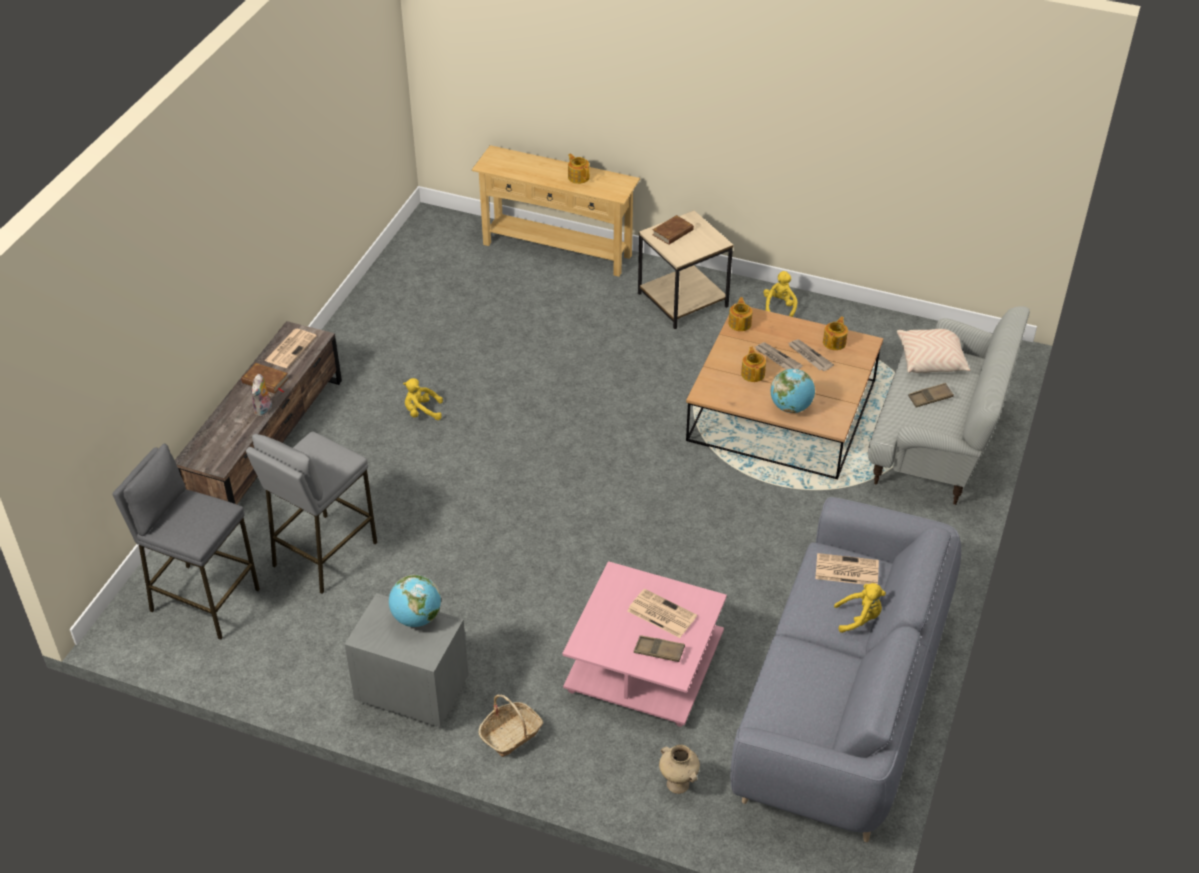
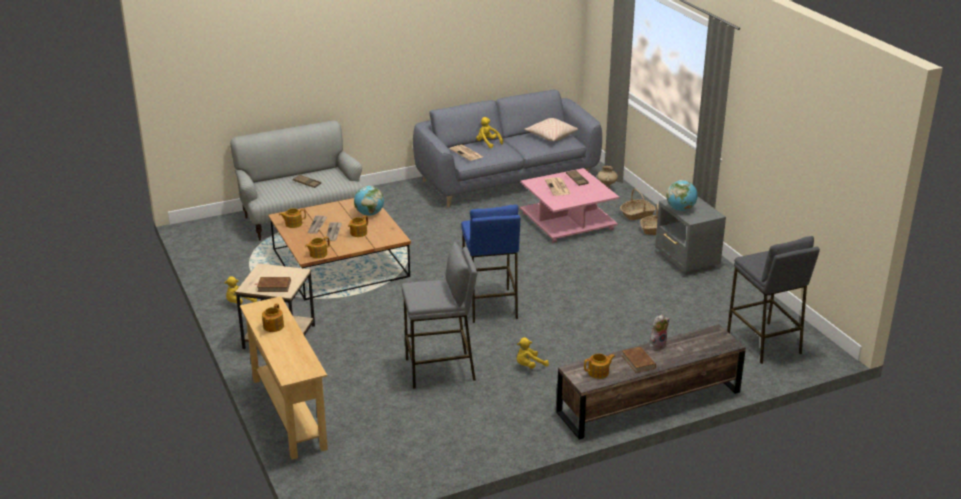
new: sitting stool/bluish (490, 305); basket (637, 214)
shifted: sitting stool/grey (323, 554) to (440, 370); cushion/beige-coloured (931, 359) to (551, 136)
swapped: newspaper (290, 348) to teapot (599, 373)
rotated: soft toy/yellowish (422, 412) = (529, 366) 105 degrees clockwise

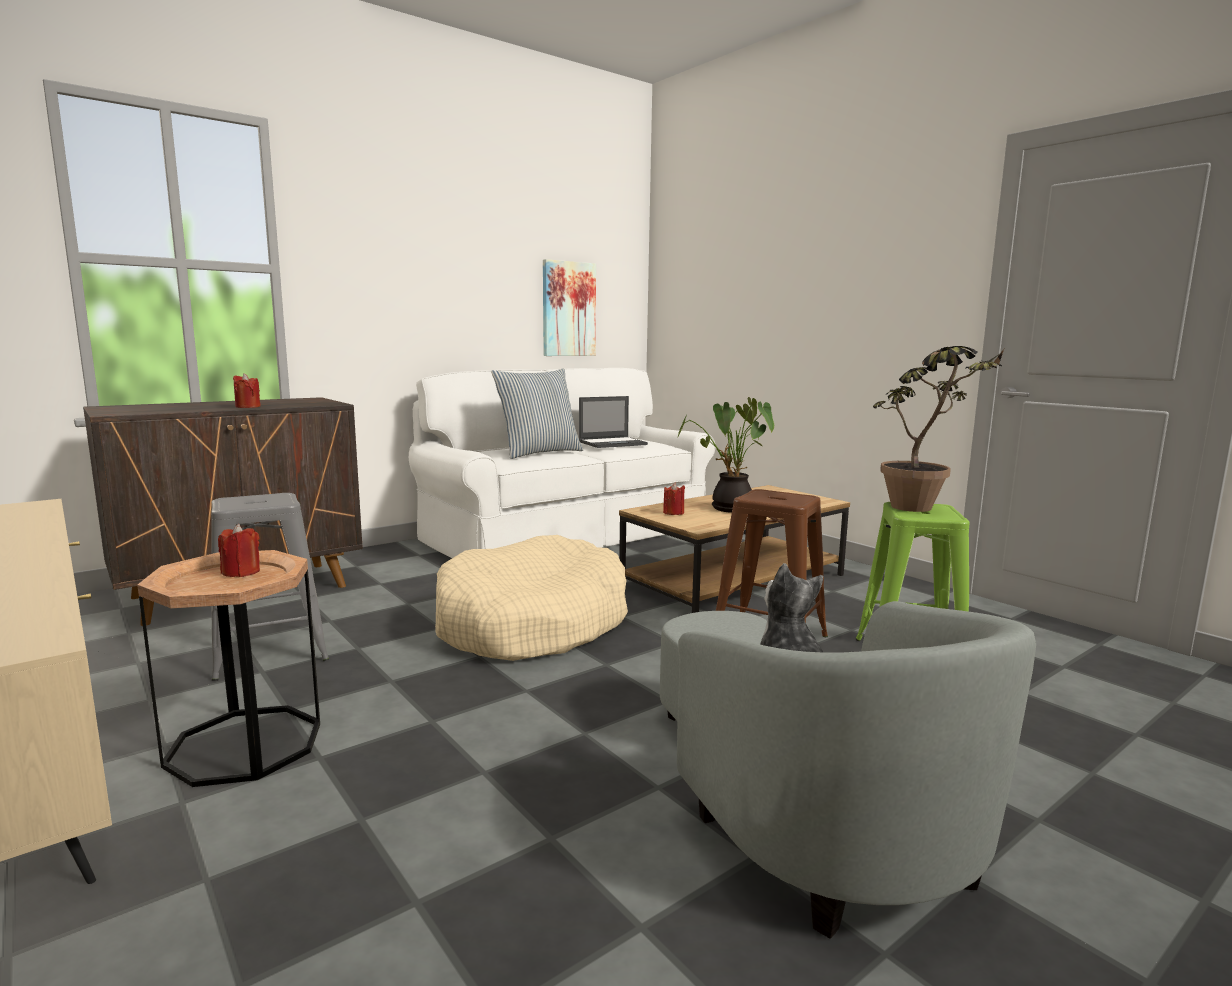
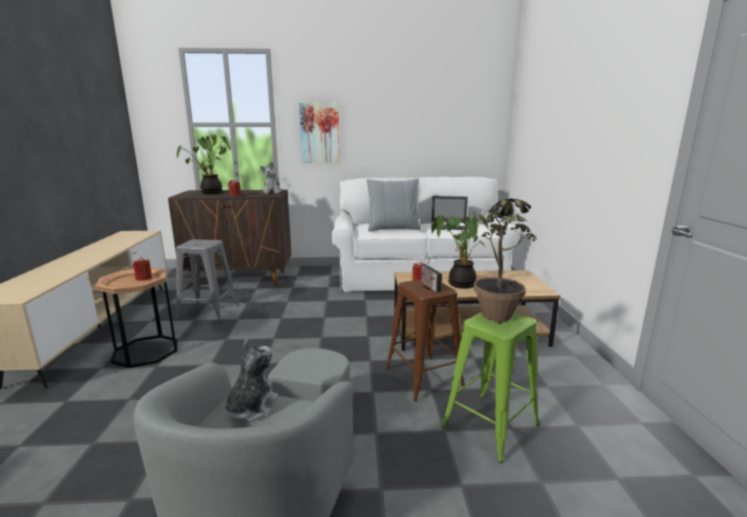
gone: pet bed/beige-coloured (531, 623)
new: plant in a pot (210, 193); soft toy (272, 192); radio set (429, 286)
shifted: wall picture (568, 309) to (320, 132)

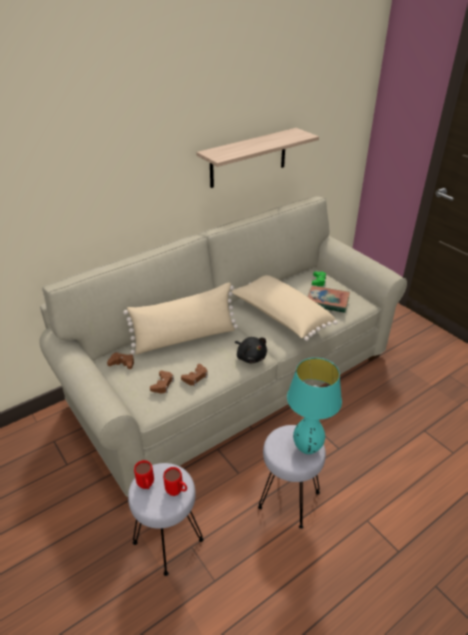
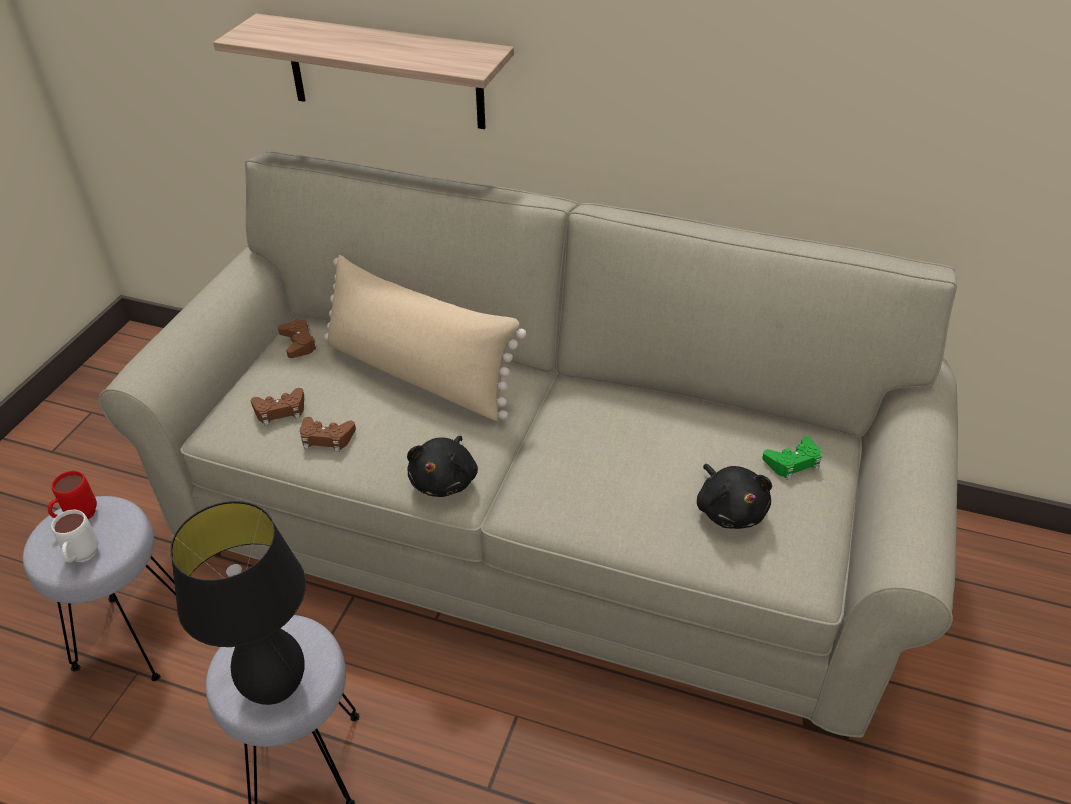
gone: cushion/beige-coloured (281, 316)
shifted: shelf (248, 158) to (385, 72)
swapped: bound book (327, 302) to soft toy/blackish (729, 510)
repainted: tea mug/reddish (177, 492) to tea mug/white-coloured (82, 559); table lamp/turquoise-coloured (307, 448) to table lamp/blackish (275, 689)

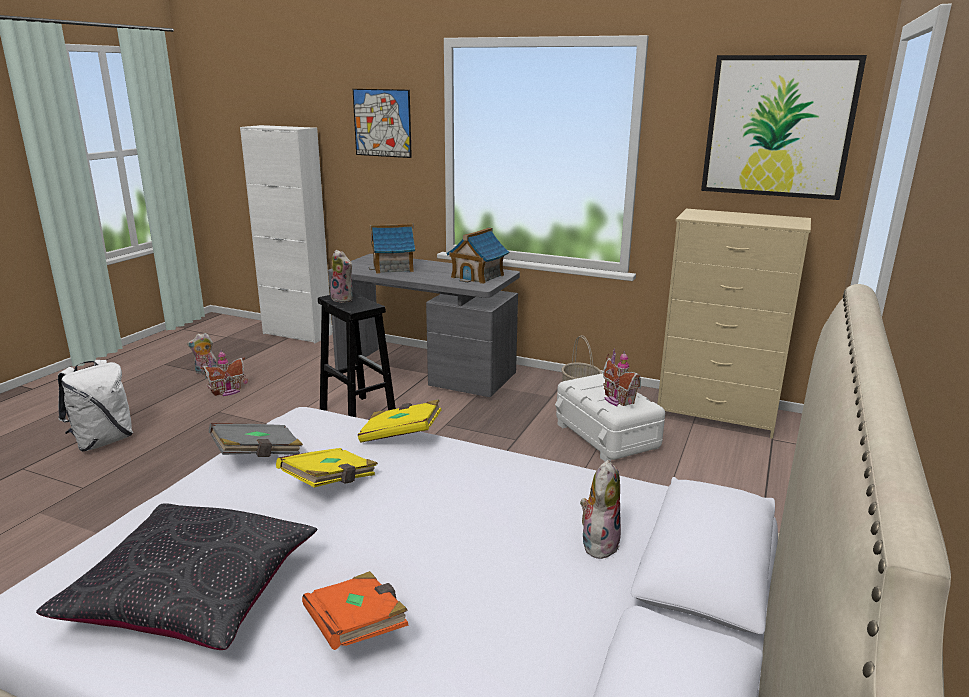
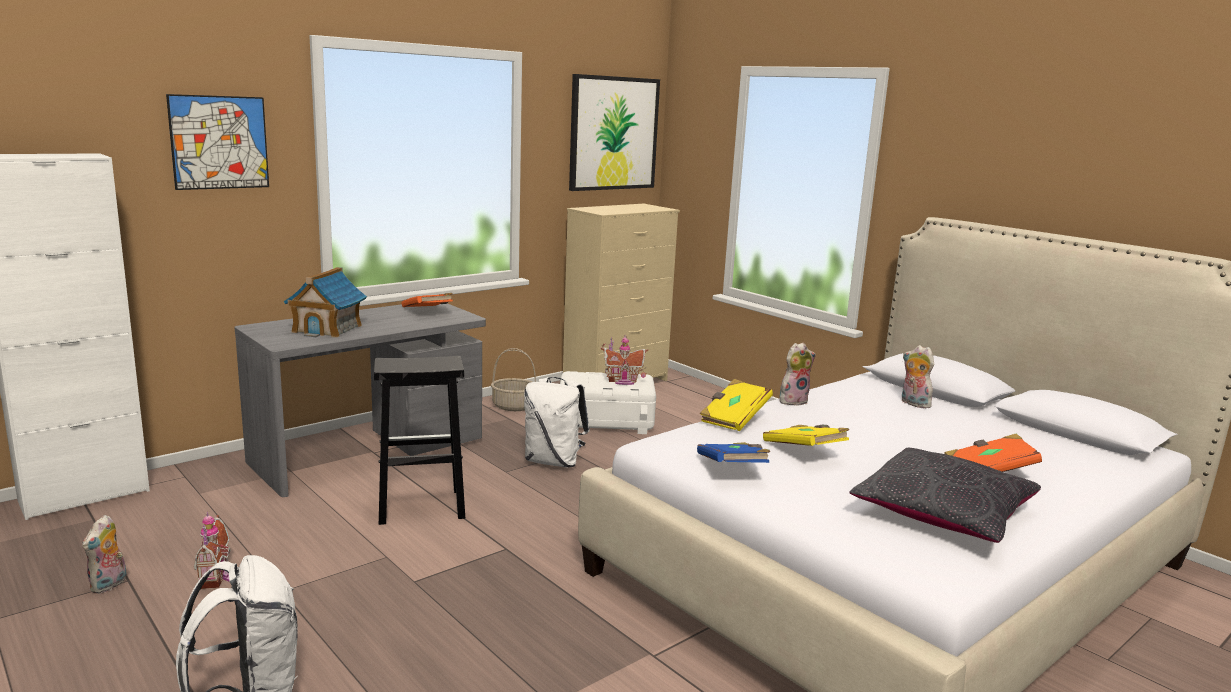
new: rucksack/white-coloured (554, 461)
shifted: soft toy (344, 299) to (793, 400)
swapped: miniature house (478, 276) to bound book/orangey (428, 312)
repainted: bound book/grey (258, 454) to bound book/bluish (732, 468)

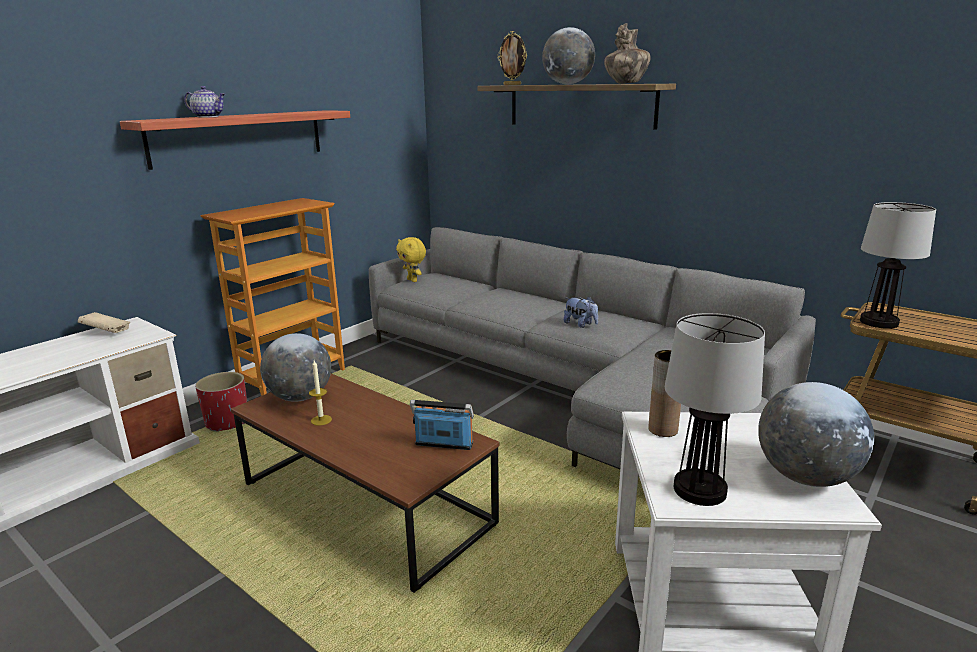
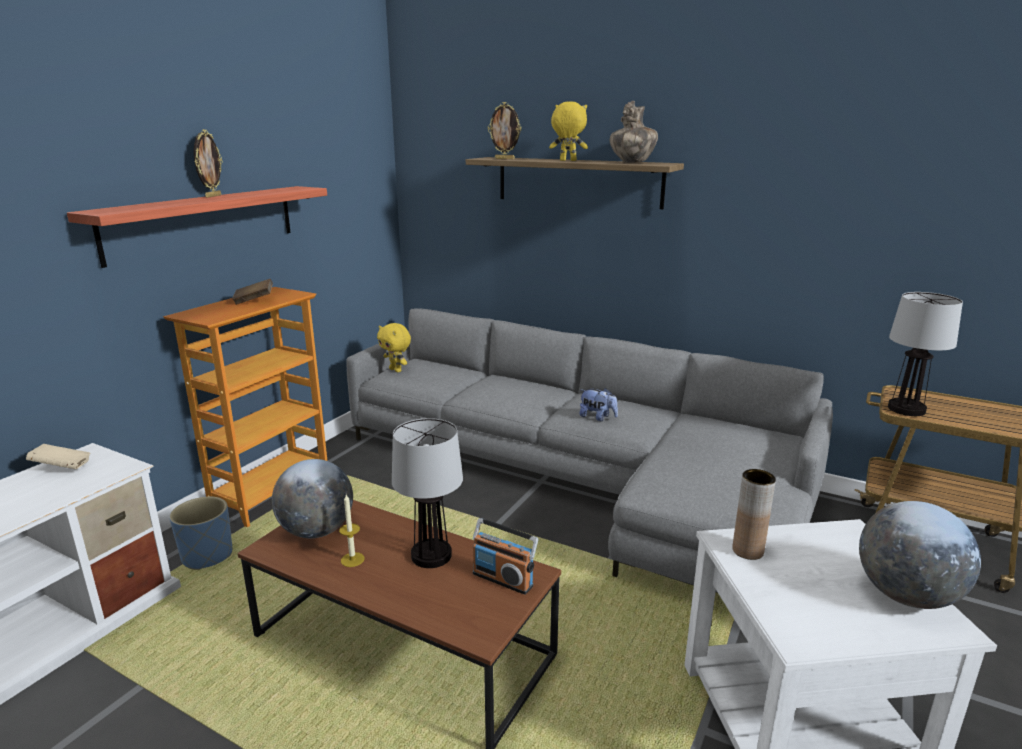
gone: teapot (208, 117)
new: photo frame (213, 196); bound book/brown (254, 301)
shifted: table lamp (698, 489) to (430, 555)
swapped: desk globe (567, 84) to soft toy/yellowish (567, 160)
repainted: flower pot/reddish (227, 422) to flower pot/bluish (207, 555)
rotated: radio set (444, 444) = (503, 579) 150 degrees counterclockwise

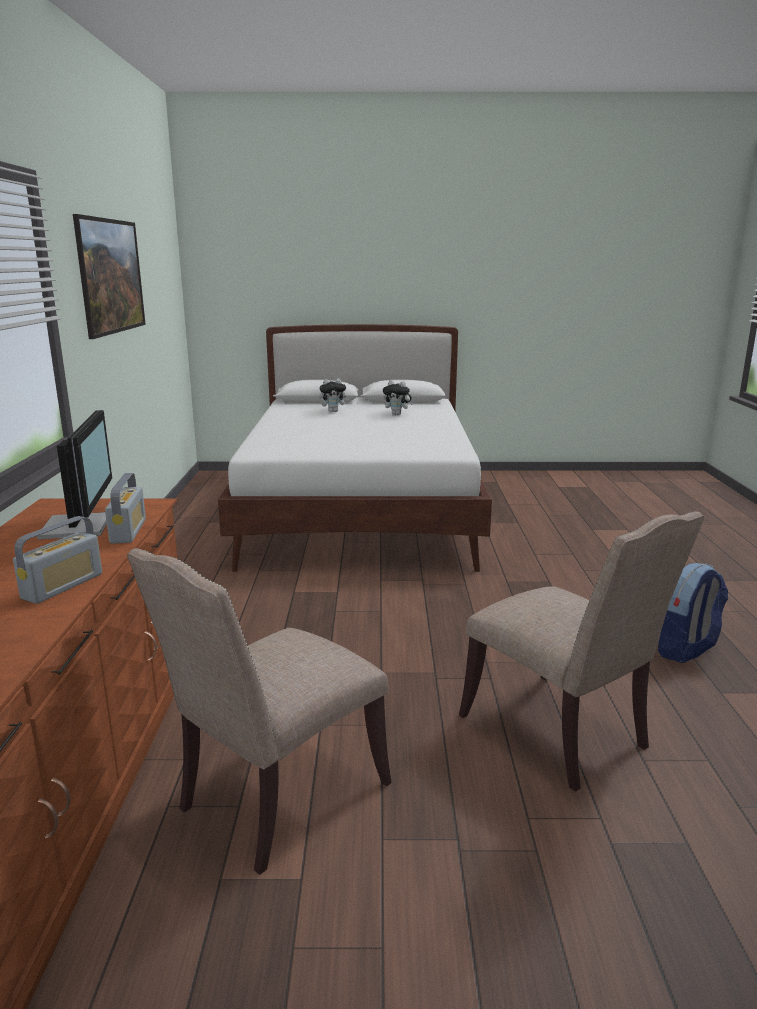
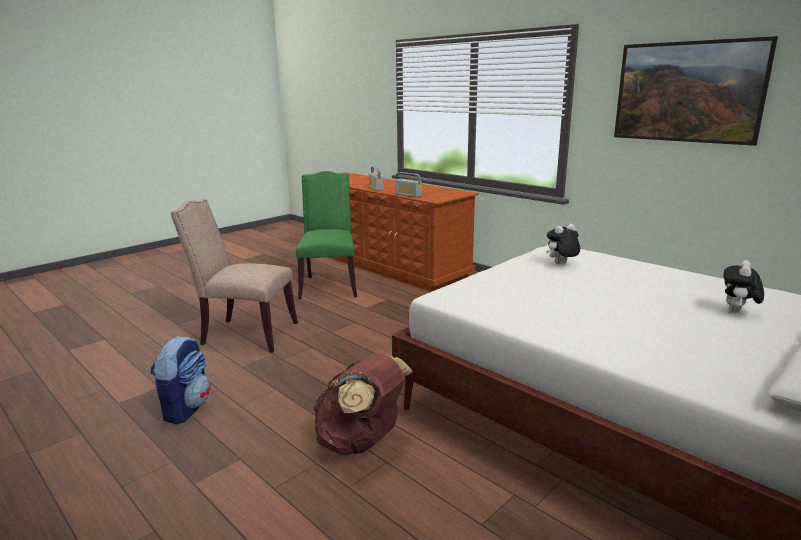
gone: computer display (80, 526)
new: rucksack/brown (361, 442)
shifted: soft toy (397, 414) to (561, 264)
repainted: chair/beige-coloured (276, 798) to chair/greenish (329, 285)

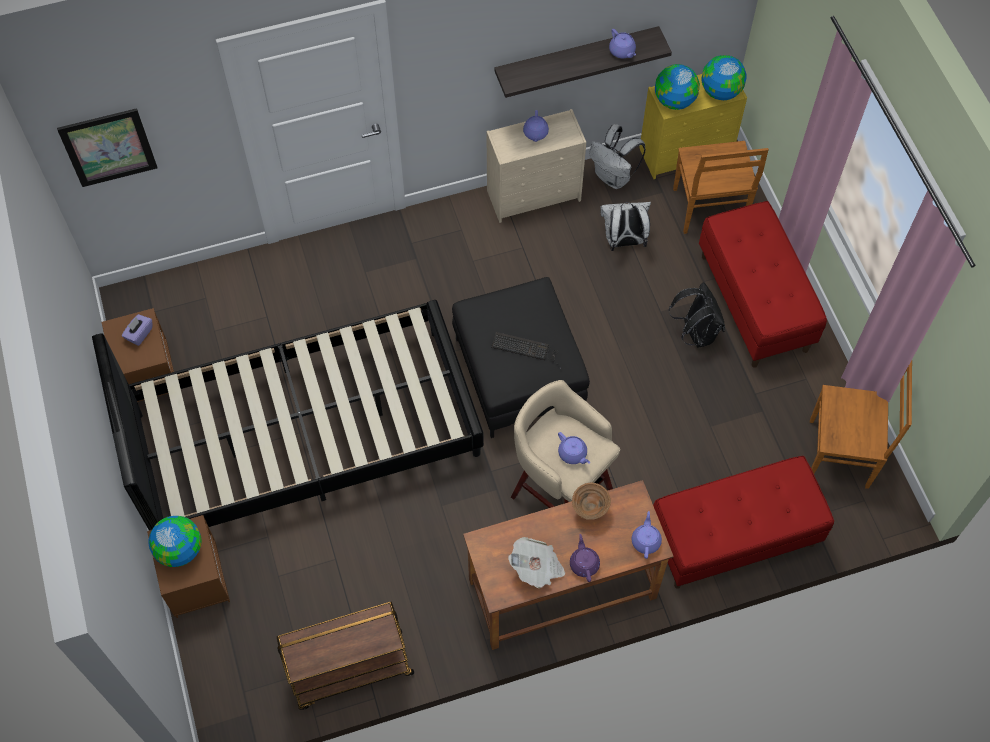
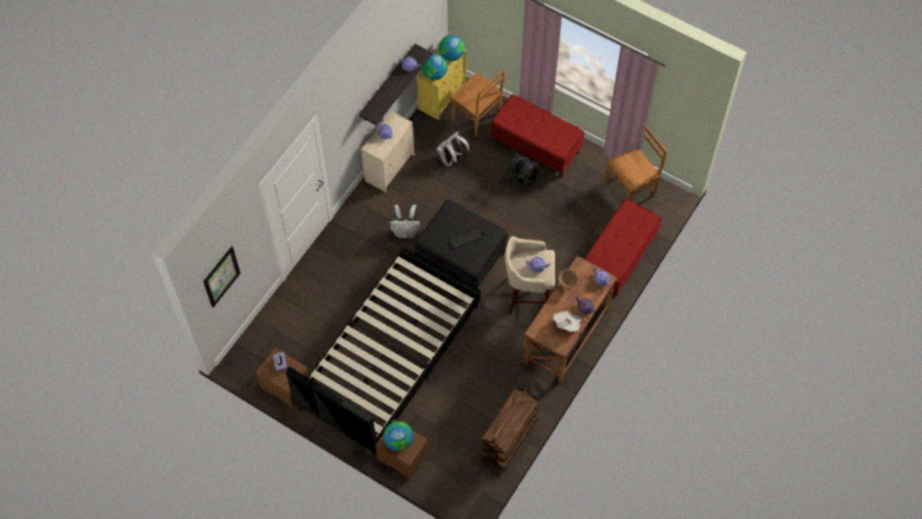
shifted: rucksack/white-coloured (614, 177) to (406, 232)

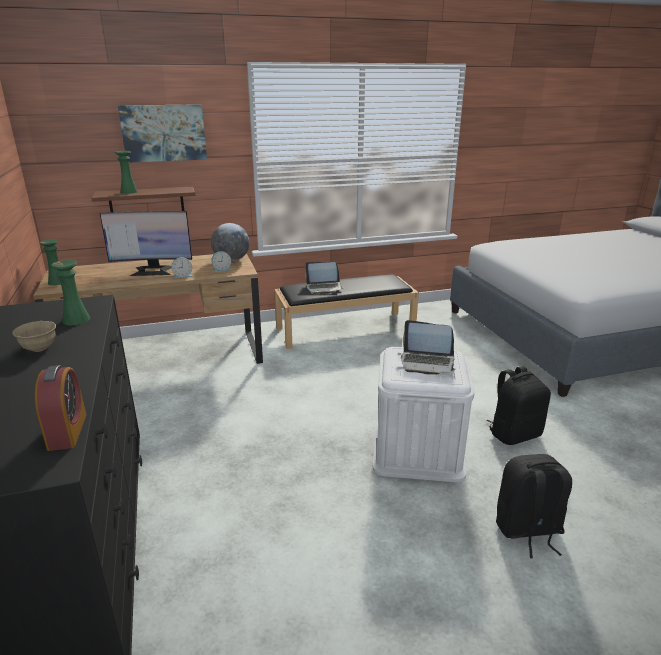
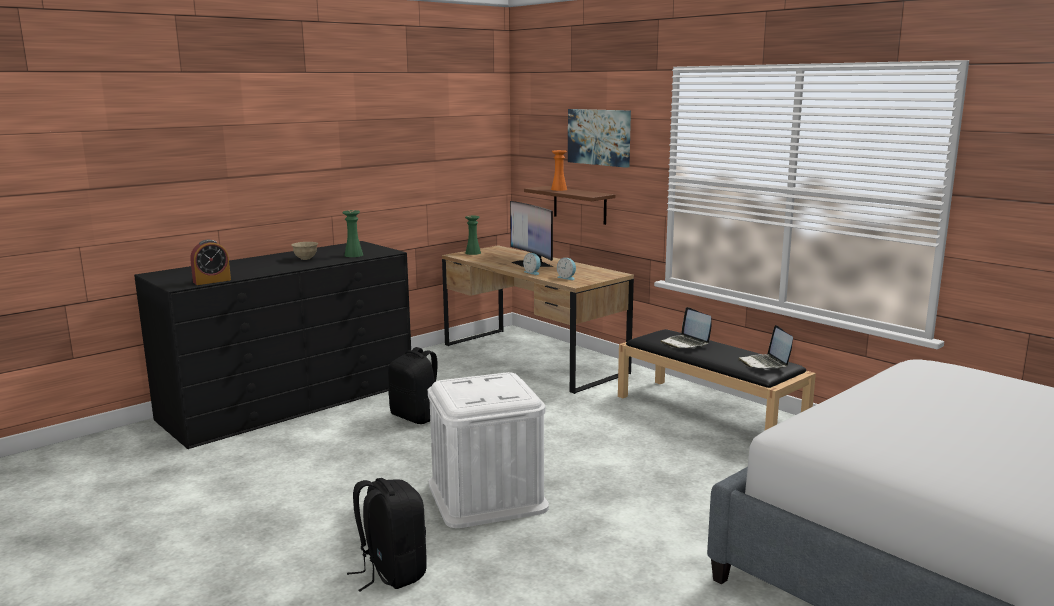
gone: desk globe (231, 260)
shifted: rucksack/blackish (514, 434) to (416, 417); portable computer (427, 363) to (765, 363)
repainted: decorative vase/greenish (129, 192) to decorative vase/orangey (559, 189)

